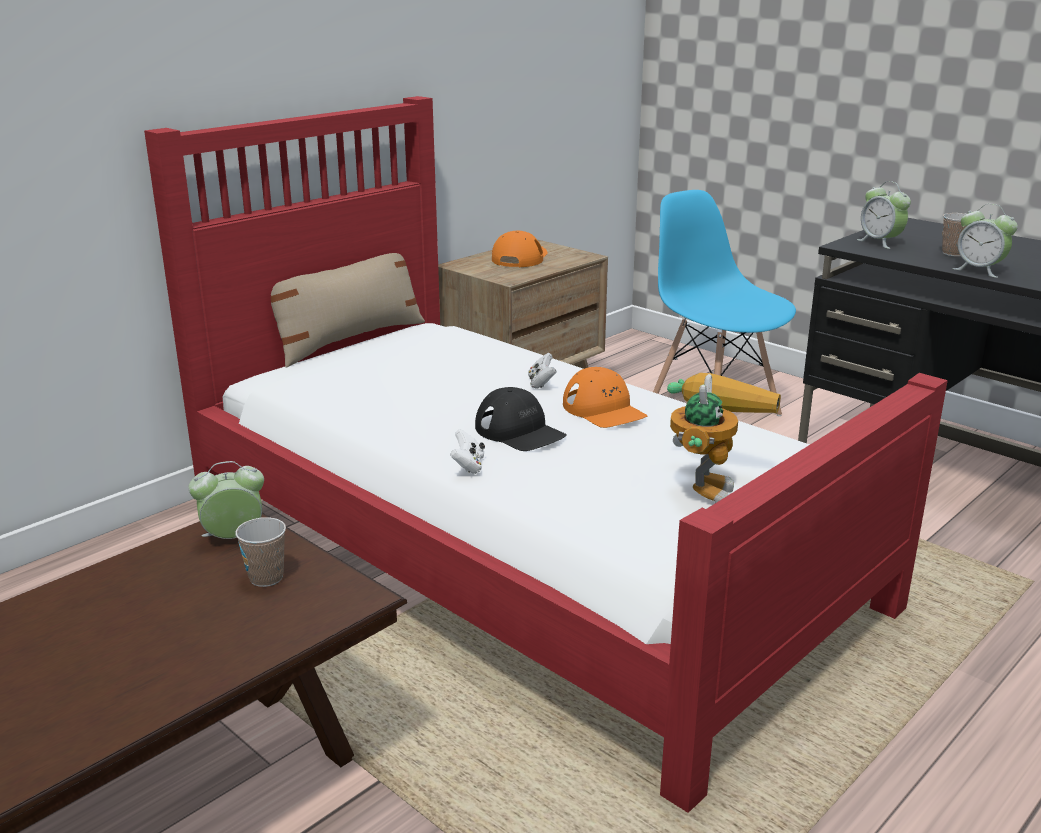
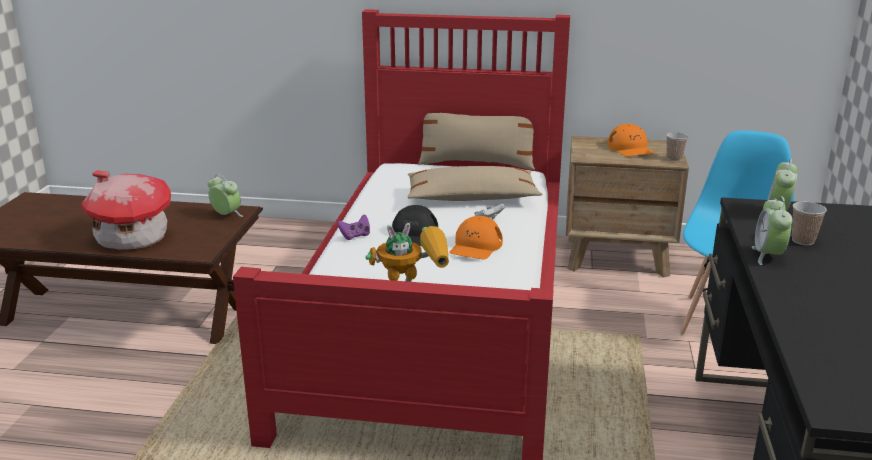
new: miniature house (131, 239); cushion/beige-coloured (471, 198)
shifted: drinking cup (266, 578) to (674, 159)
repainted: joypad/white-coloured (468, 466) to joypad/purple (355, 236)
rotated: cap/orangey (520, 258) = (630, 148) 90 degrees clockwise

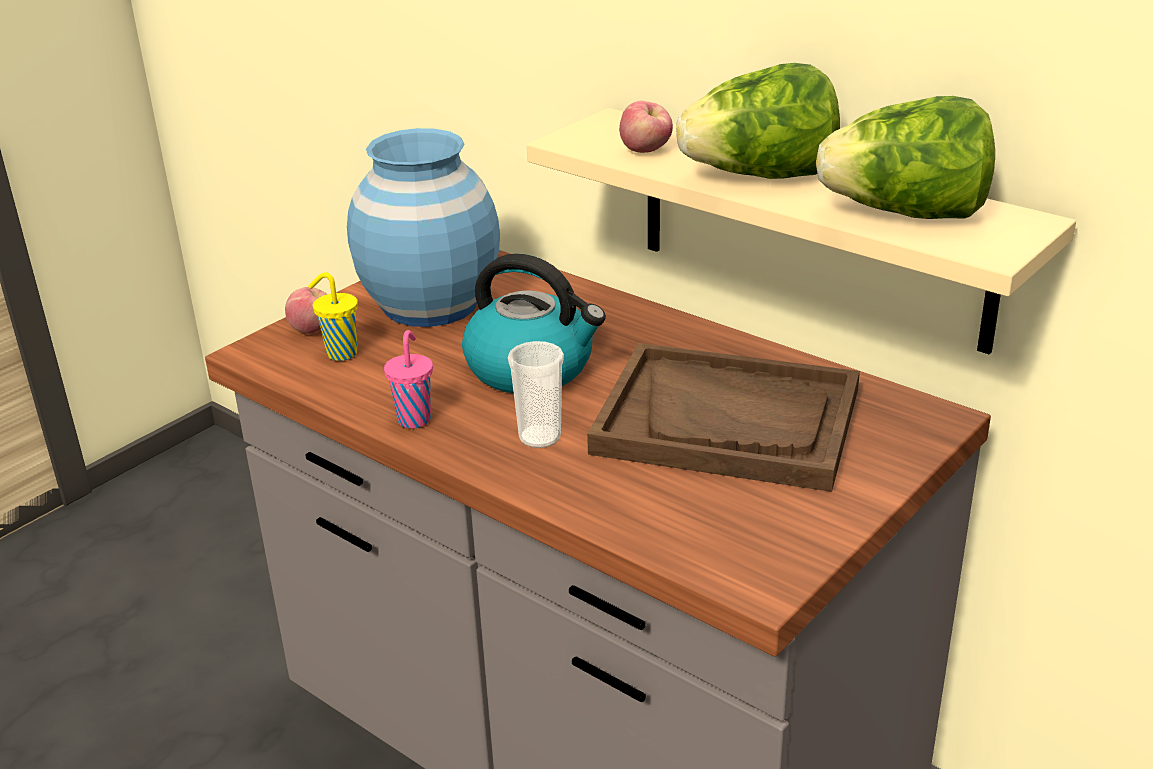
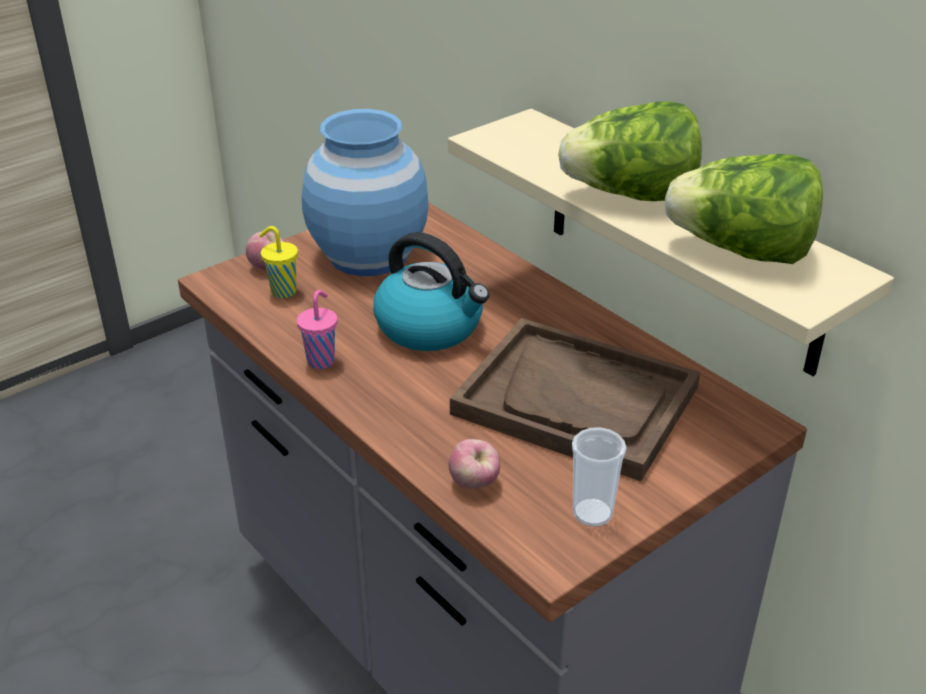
shifted: apple (646, 151) to (474, 483); drinking cup (540, 437) to (592, 513)

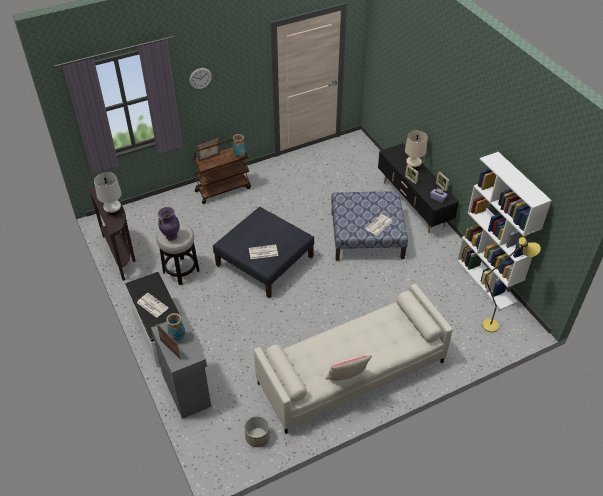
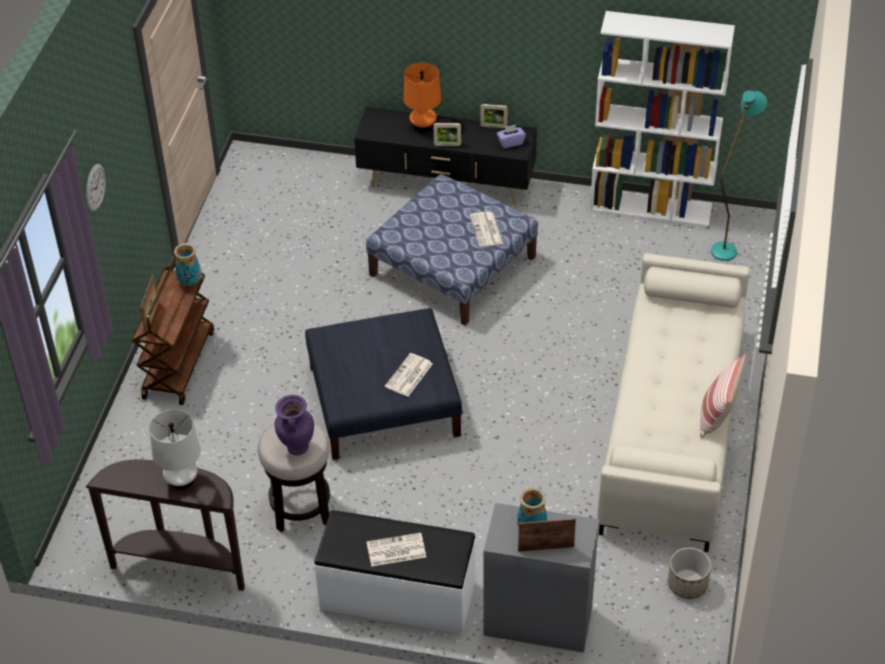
repainted: table lamp/beige-coloured (413, 166) to table lamp/orangey (423, 125); standing lamp/yellowish (496, 325) to standing lamp/turquoise-coloured (727, 246)

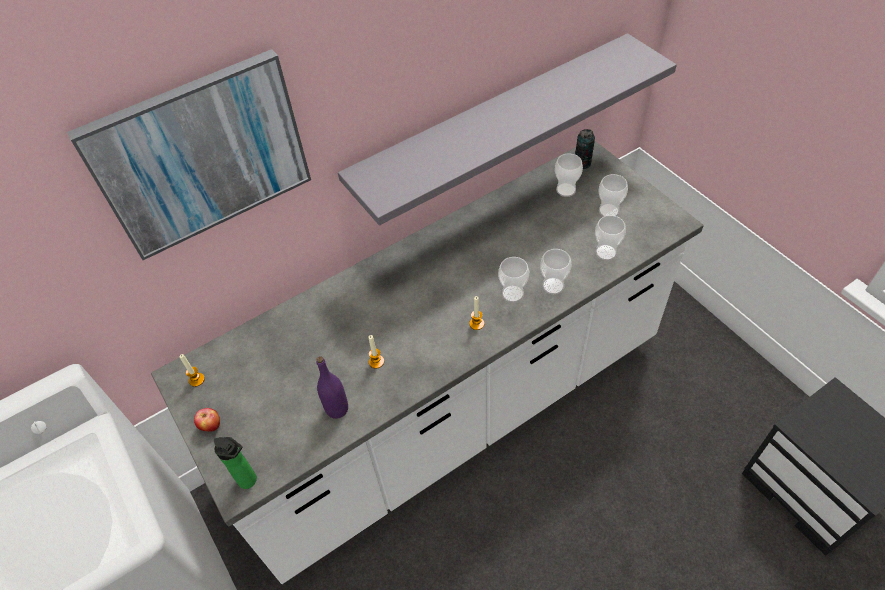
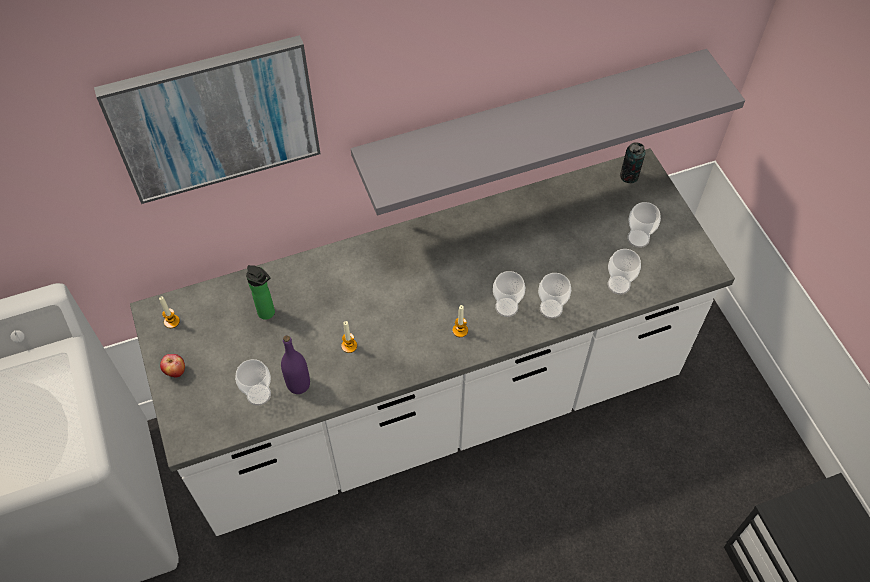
shifted: drinking cup (566, 190) to (258, 394); beverage bottle (250, 481) to (268, 314)

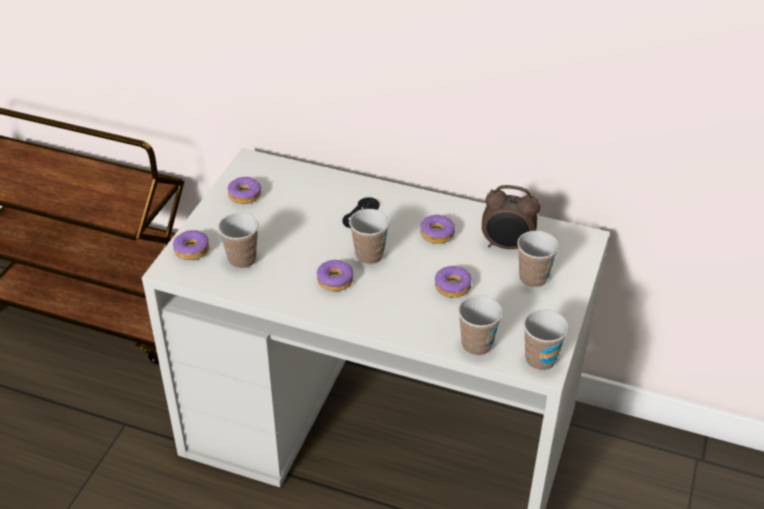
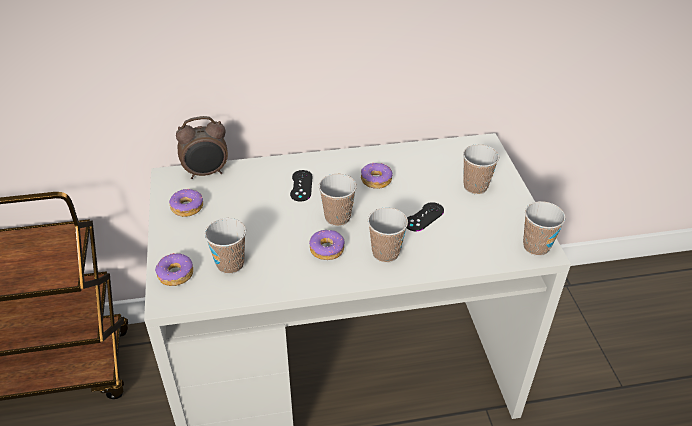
shifted: alarm clock (506, 246) to (206, 173); drinking cup (476, 345) to (385, 253)
swapped: doughnut (452, 287) to joypad/blackish (424, 217)

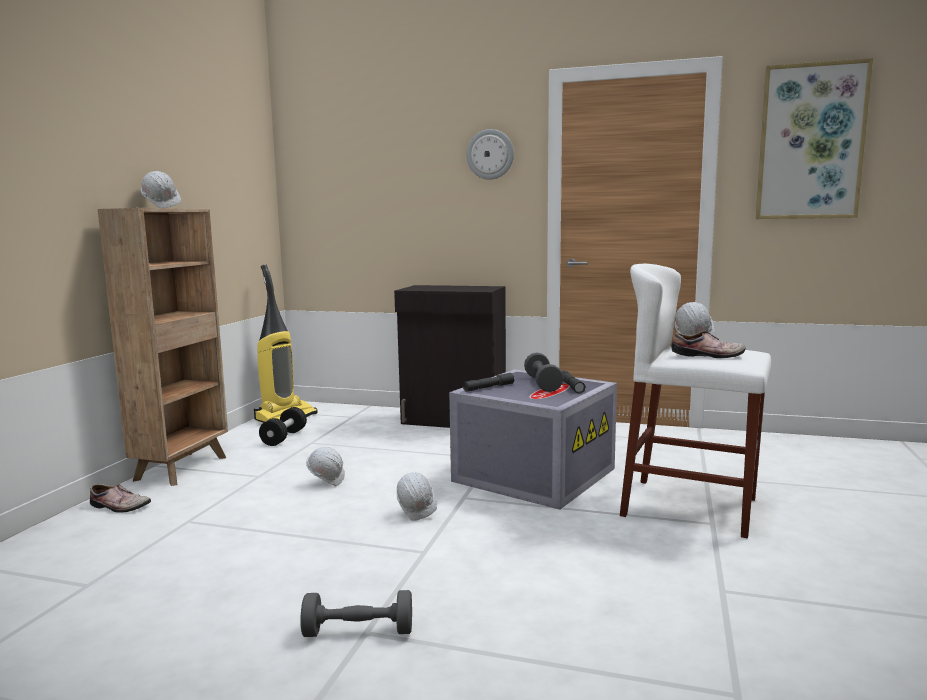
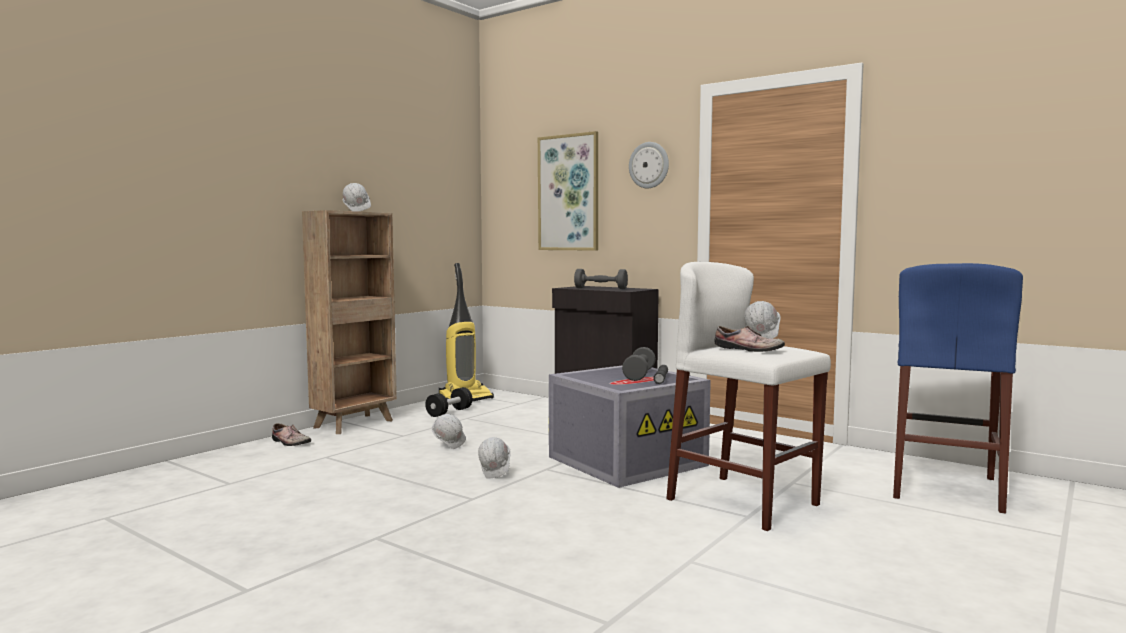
gone: flashlight/grey (488, 388)
new: sitting stool/bluish (945, 488)
shifted: wall picture (811, 142) to (568, 193); dumbbell/grey (358, 632) to (600, 288)

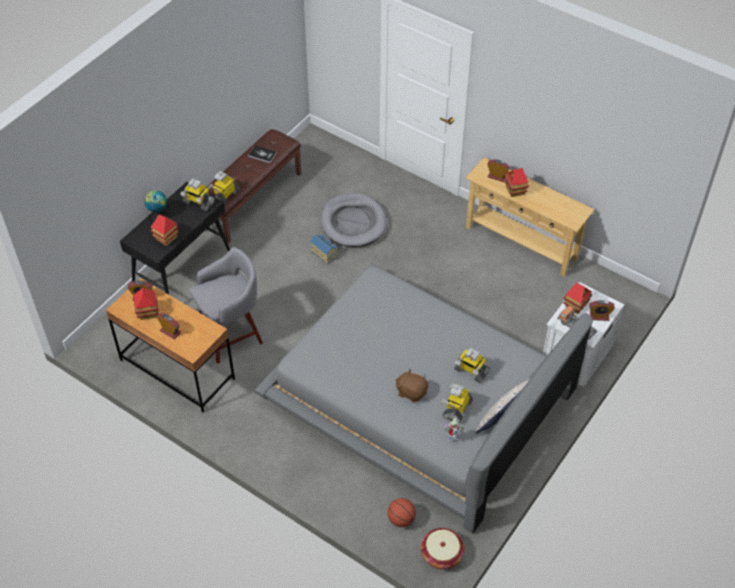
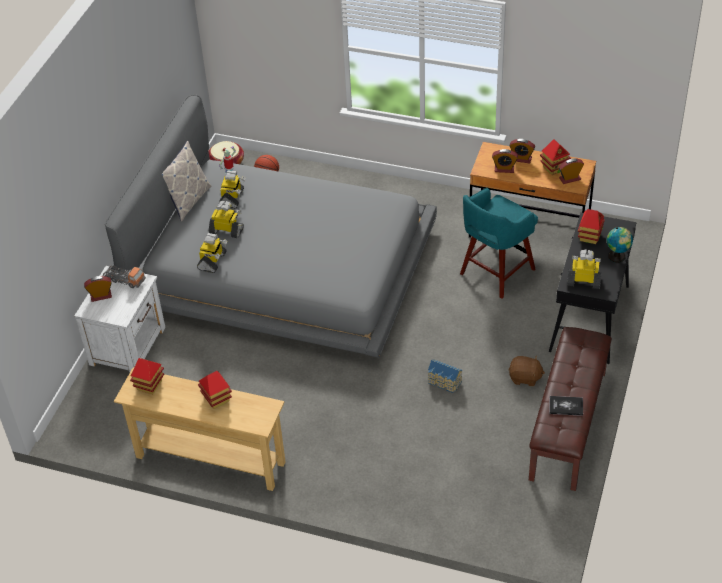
gone: pet bed/grey (353, 223)
shifted: miniature house (575, 305) to (149, 385); robot figure (225, 196) to (212, 261); alarm clock (497, 177) to (504, 169); soft toy/brown (411, 392) to (525, 378)
repainted: sitting stool/grey (231, 335) to sitting stool/turquoise-coloured (495, 273)

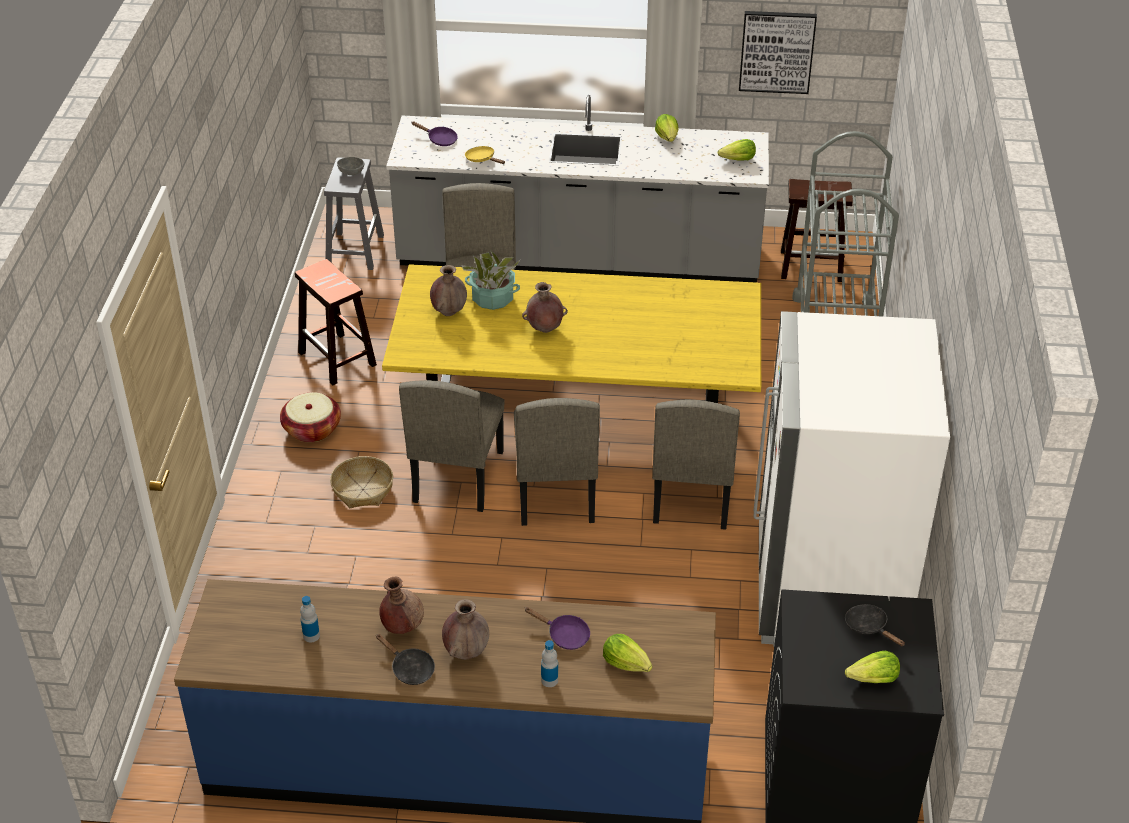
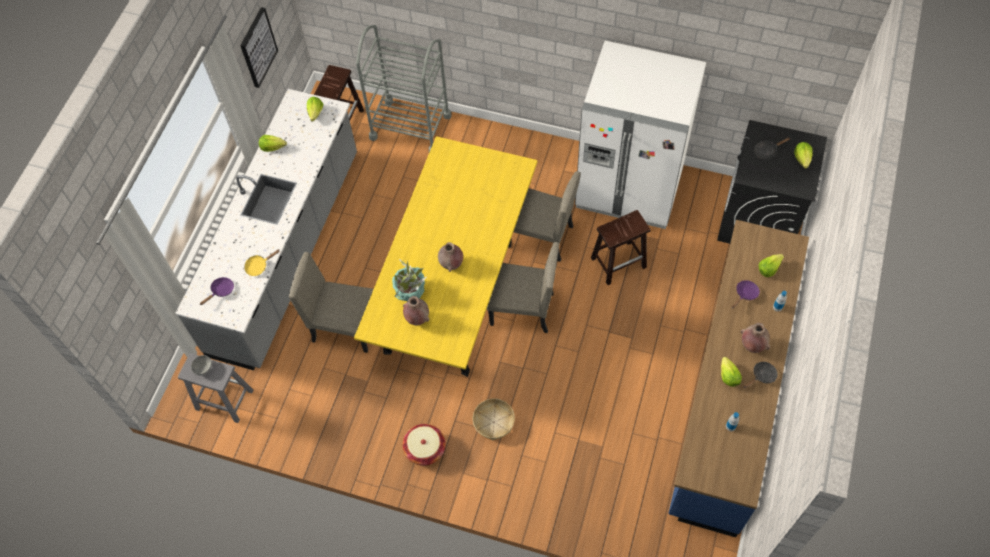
gone: chair/beige-coloured (457, 476)
shifted: sitting stool/brown (338, 359) to (619, 262)
swapped: decorative vase/brown (402, 625) to lettuce (728, 376)

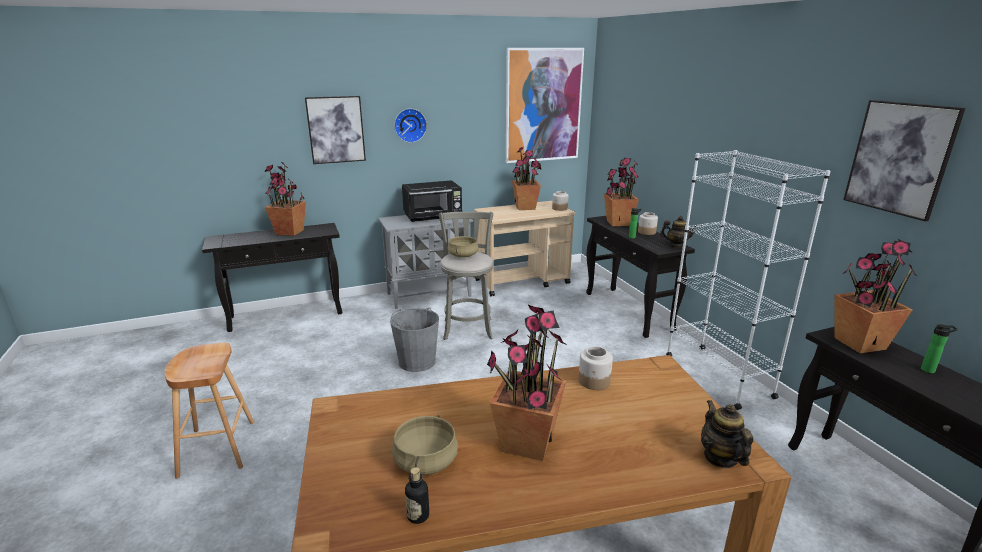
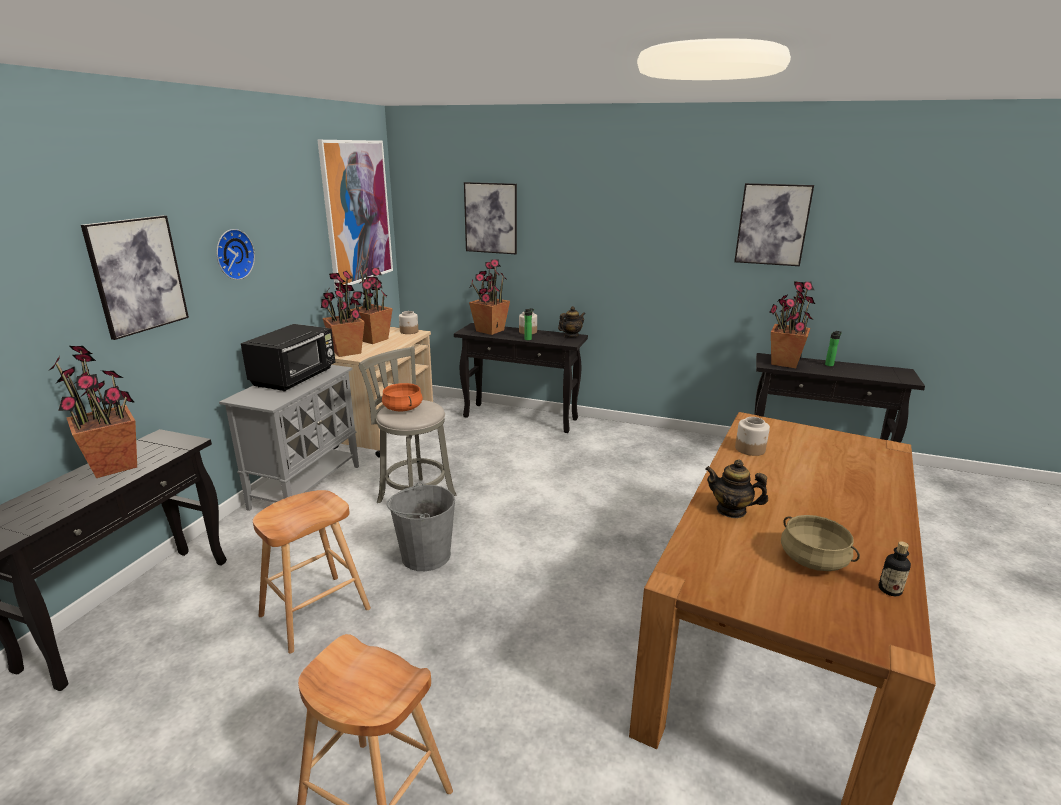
gone: bookcase/white-coloured (717, 375)
new: sitting stool/brown (314, 612); wall picture (491, 218)
shifted: plant in a pot (526, 443) to (346, 352); teapot (720, 457) to (731, 510)
repainted: cooking pot/beige-coloured (463, 255) to cooking pot/orangey (403, 408)

